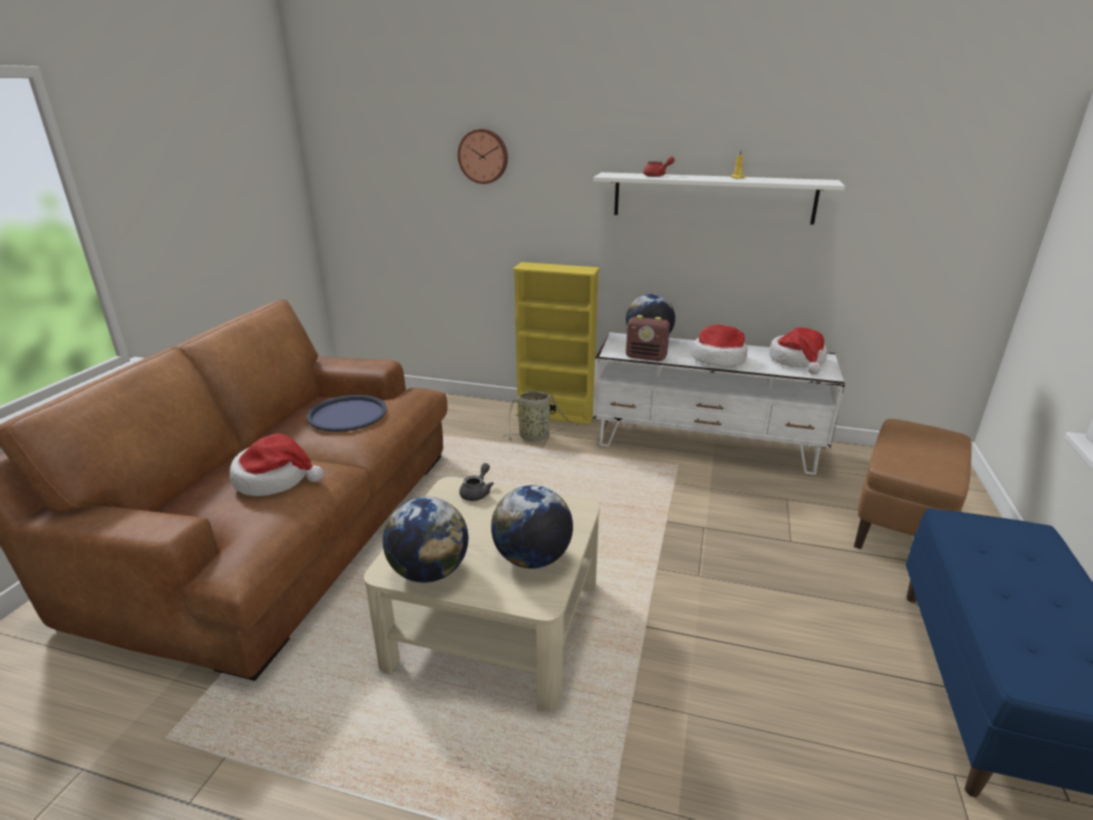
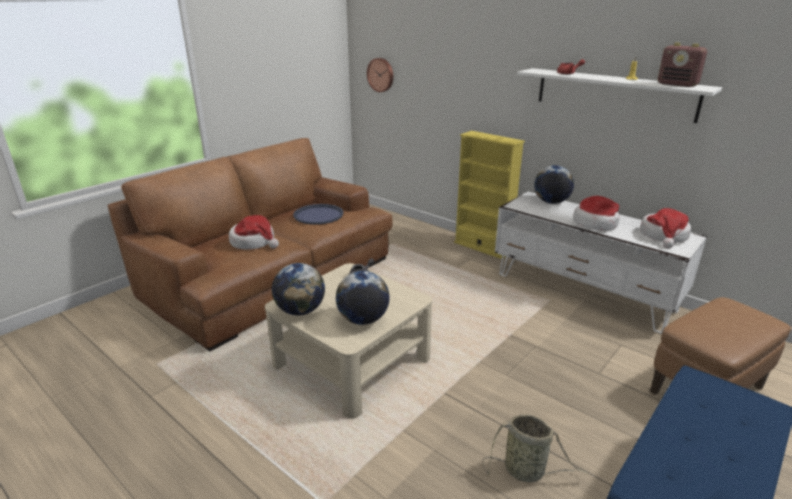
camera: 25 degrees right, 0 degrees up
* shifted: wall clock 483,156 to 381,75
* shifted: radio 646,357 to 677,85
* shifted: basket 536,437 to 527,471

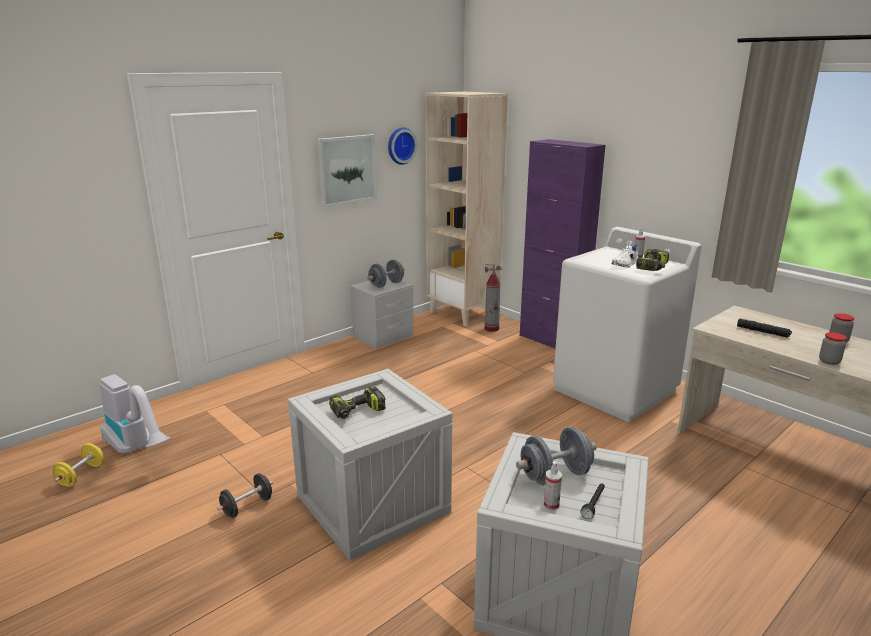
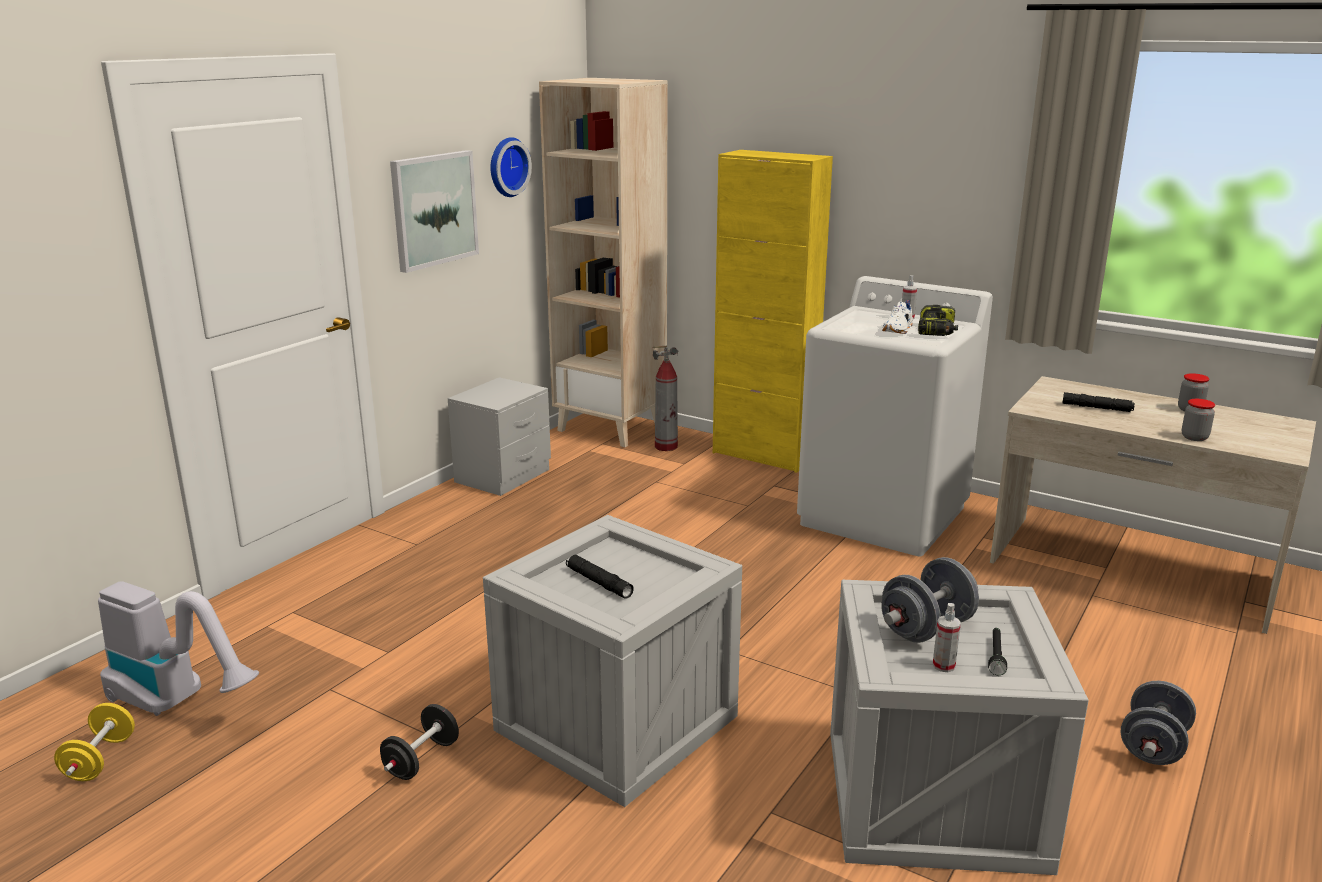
camera: 15 degrees left, 0 degrees up
* repainted: purple cabinet 551,341 to yellow cabinet 763,456
* shifted: grey dumbbell 386,285 to 1153,746
* swapped: power drill 357,412 to black flashlight 599,582

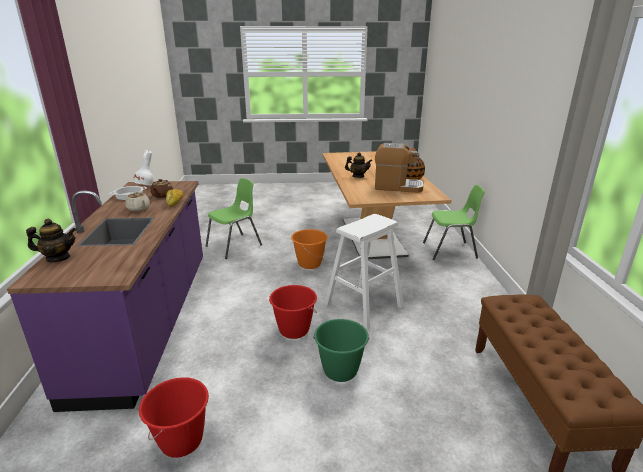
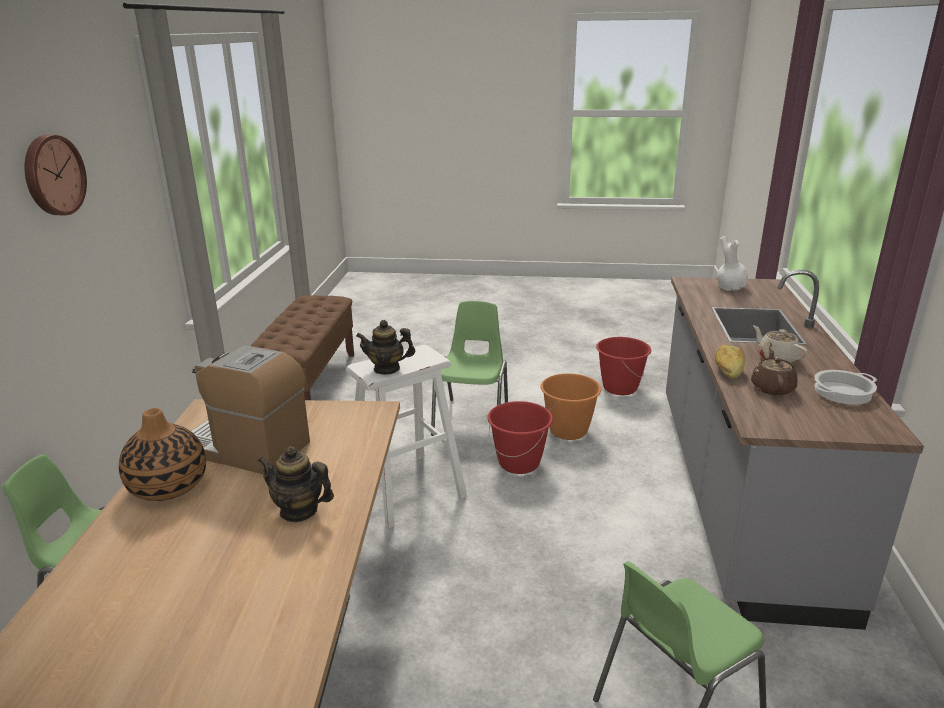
camera: 170 degrees left, 0 degrees up
* shifted: white vase 145,186 to 729,287
* repainted: purple counter 148,321 to grey counter 738,493
* shifted: teapot 58,258 to 387,369
* shifted: orange bucket 309,263 to 568,431
* swapped: green bucket 340,371 to green chair 473,419
* new: wall clock 52,175

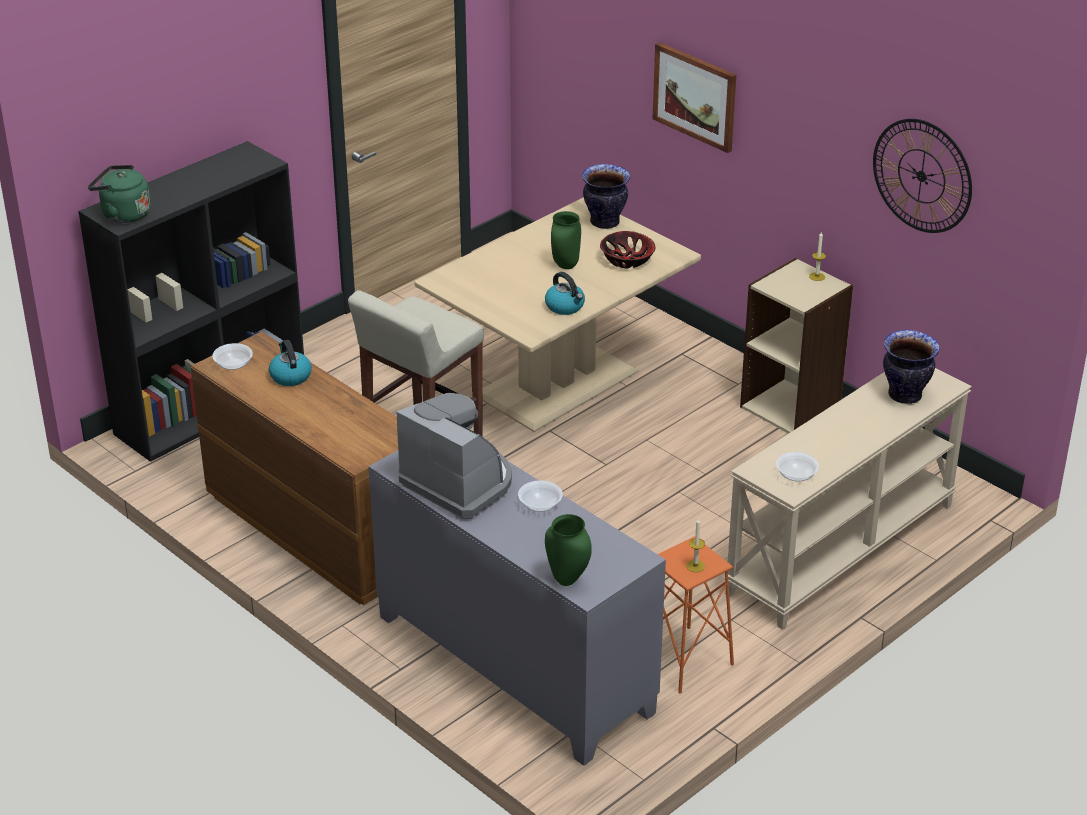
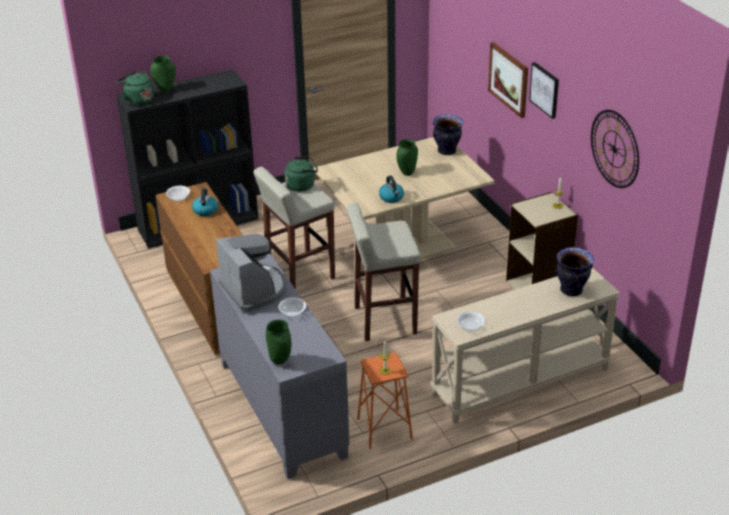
camera: 20 degrees right, 0 degrees up
* gone: bowl 627,260
* new: green vase 165,90
* new: picture 545,89
* new: green kettle 302,185
* new: beige stool 384,320

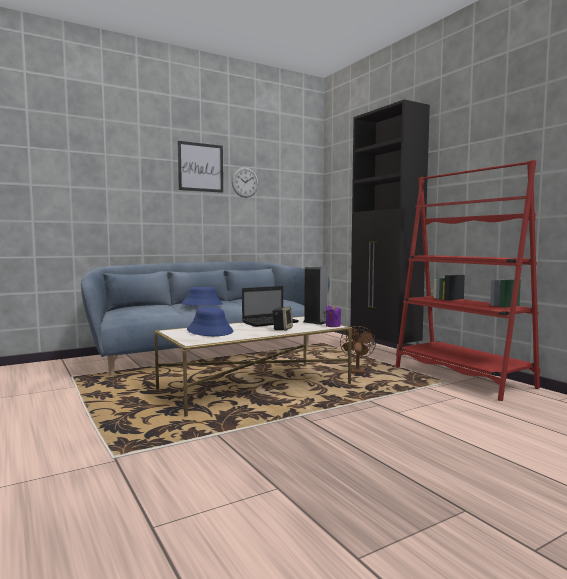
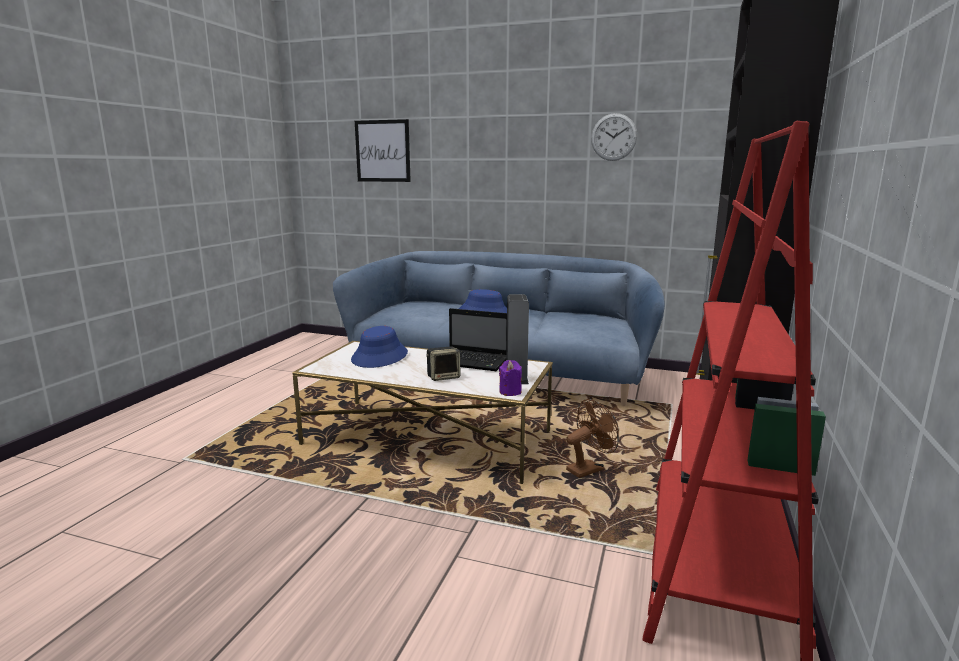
camera: 50 degrees right, 10 degrees up
* shifted: picture 200,167 to 382,151

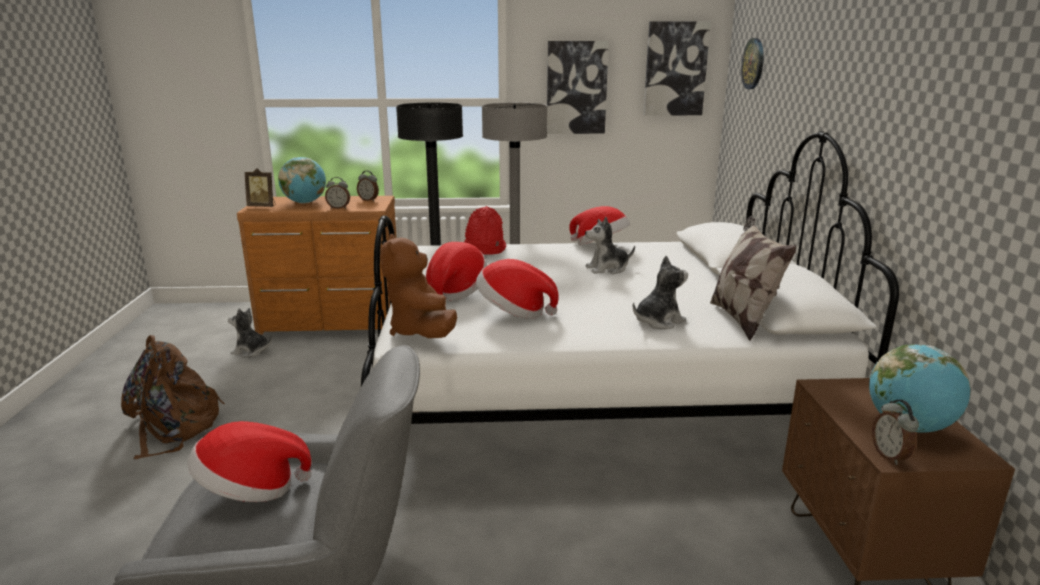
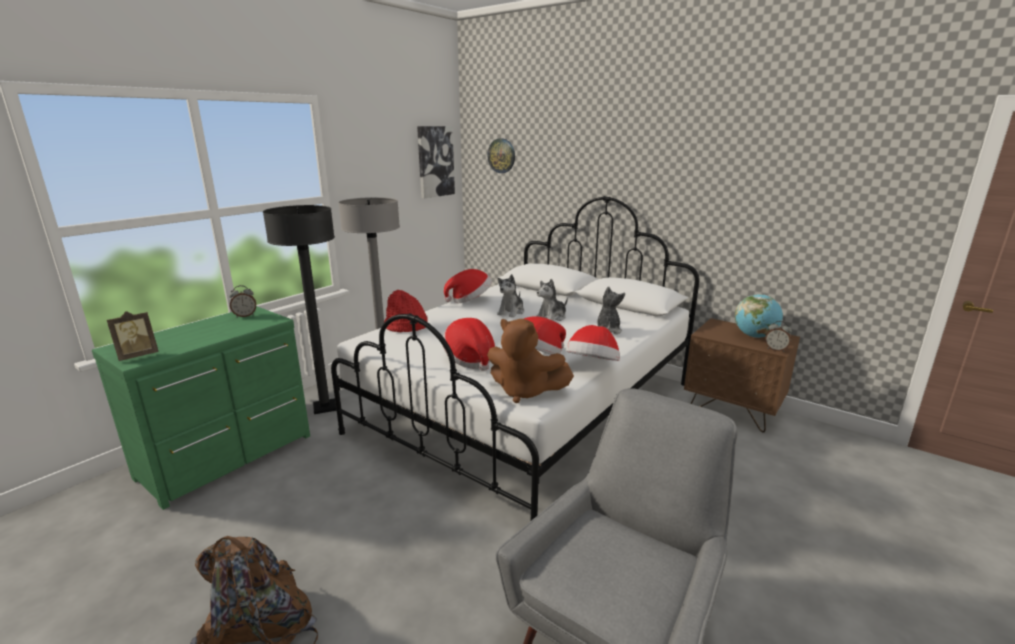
camera: 50 degrees left, 0 degrees up
* gone: picture 576,87
* gone: globe 305,202
* gone: alarm clock 339,208
* repainted: brown dresser 332,323 to green dresser 230,457
* gone: pillow 742,319
* shifted: plush toy 251,351 to 552,317
* shifted: hat 251,490 to 592,366

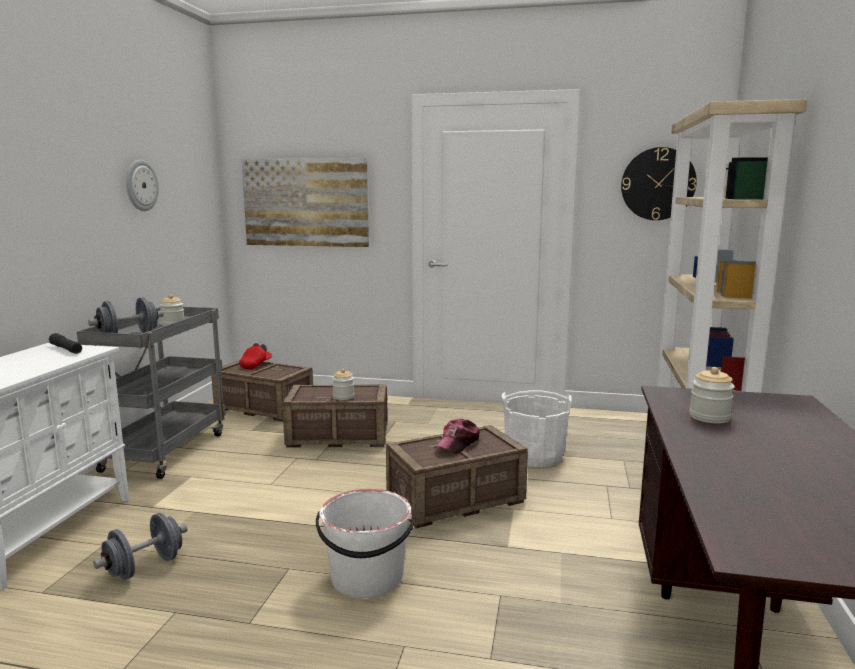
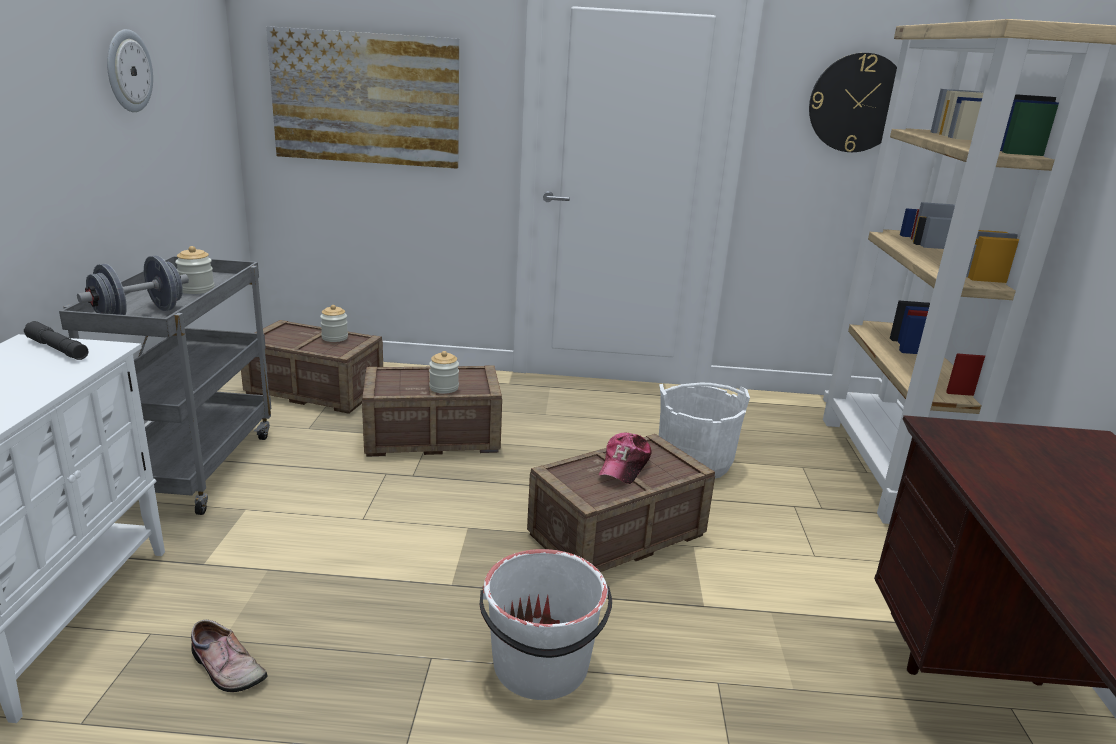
camera: 10 degrees left, 10 degrees up
* gone: red cap 256,365
* shifted: jar 709,417 to 335,338
* swapped: grey dumbbell 145,567 to shoe 225,668

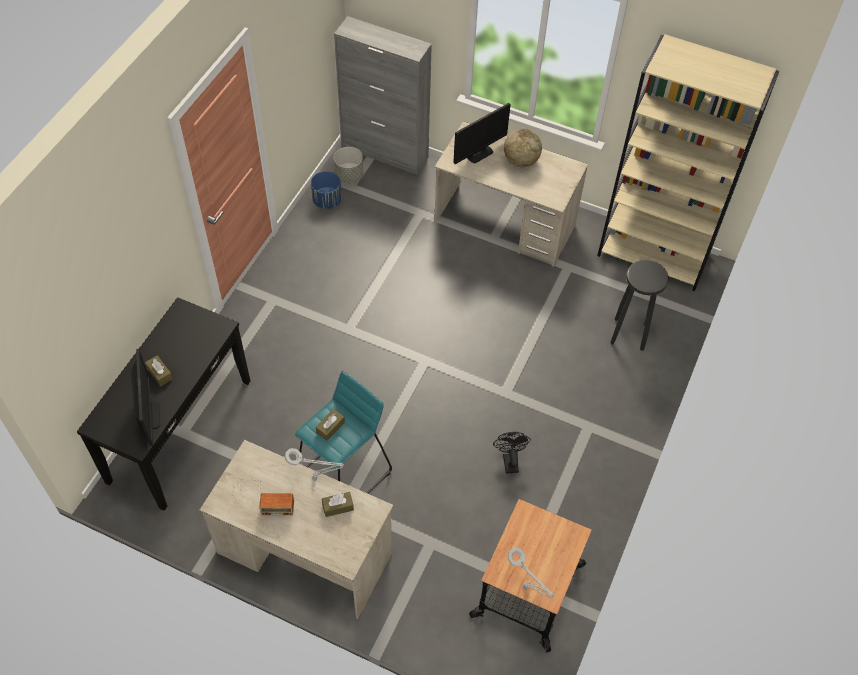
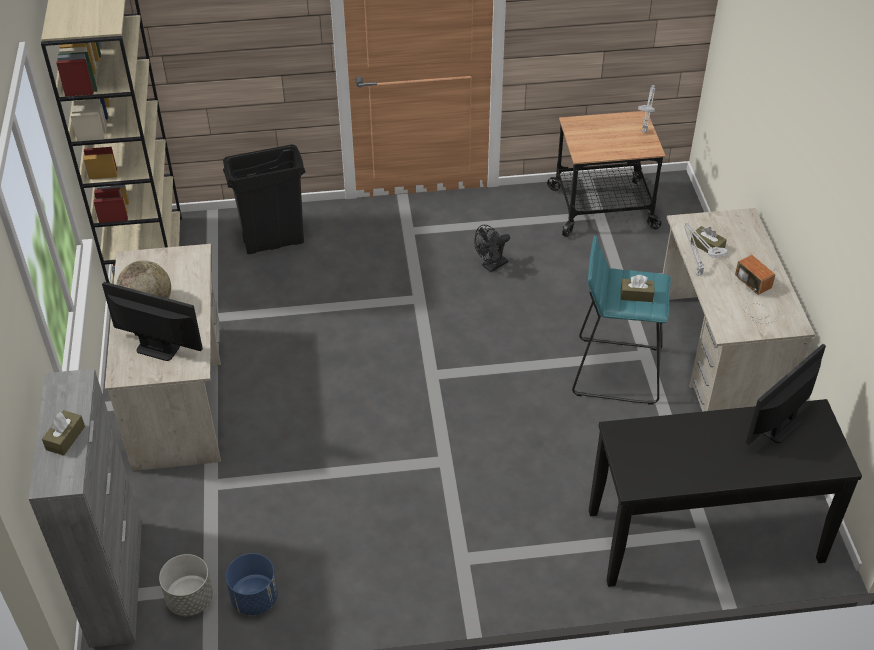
camera: 120 degrees left, 10 degrees down
* swapped: black stool 629,333 to black trash can 273,242
* shifted: brown tissue box 160,374 to 65,438

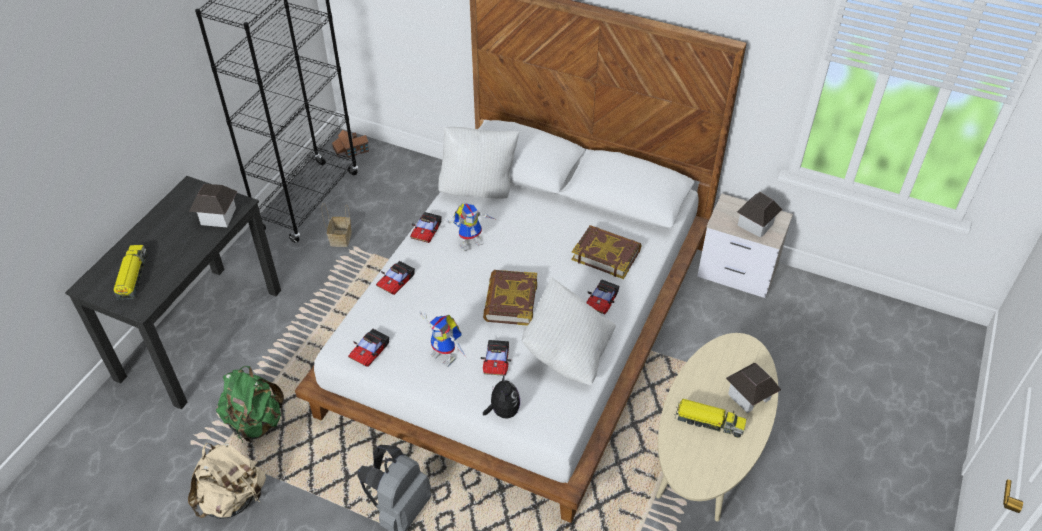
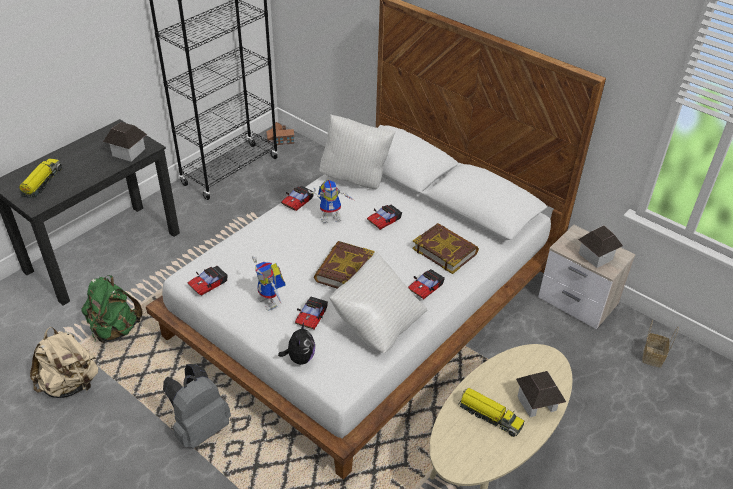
camera: 15 degrees right, 5 degrees down
* shifted: basket 340,237 to 652,356
* shifted: toy car 396,281 to 384,220

